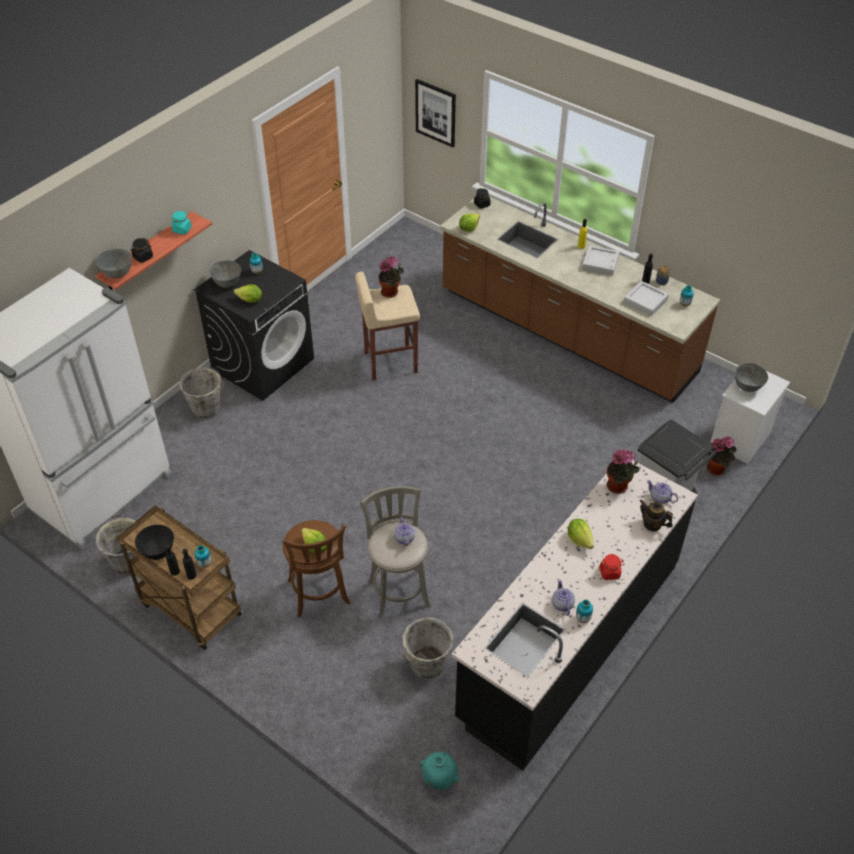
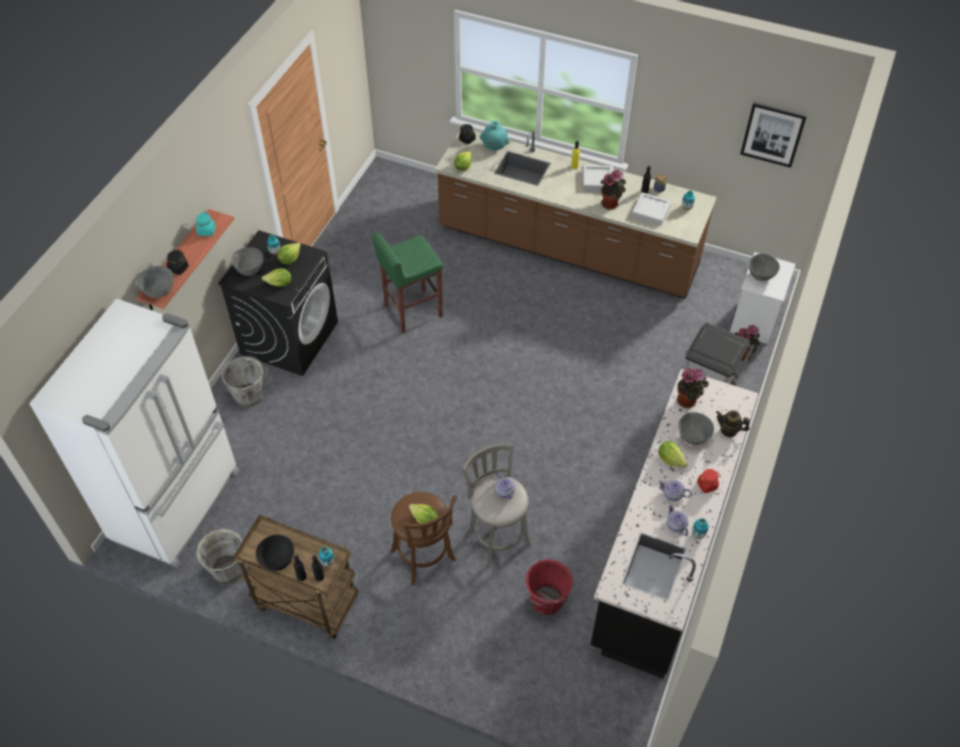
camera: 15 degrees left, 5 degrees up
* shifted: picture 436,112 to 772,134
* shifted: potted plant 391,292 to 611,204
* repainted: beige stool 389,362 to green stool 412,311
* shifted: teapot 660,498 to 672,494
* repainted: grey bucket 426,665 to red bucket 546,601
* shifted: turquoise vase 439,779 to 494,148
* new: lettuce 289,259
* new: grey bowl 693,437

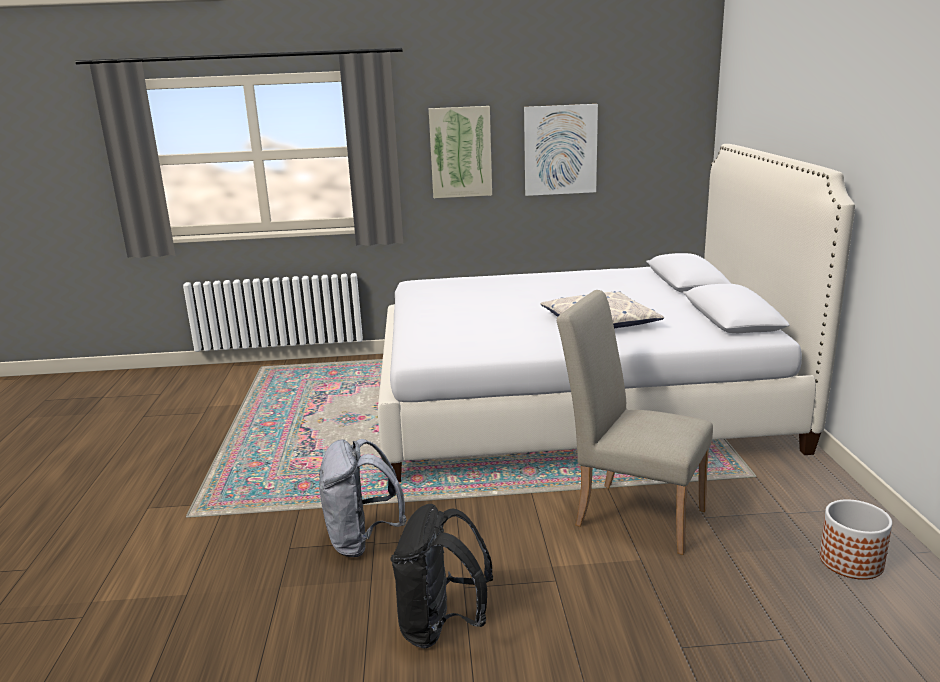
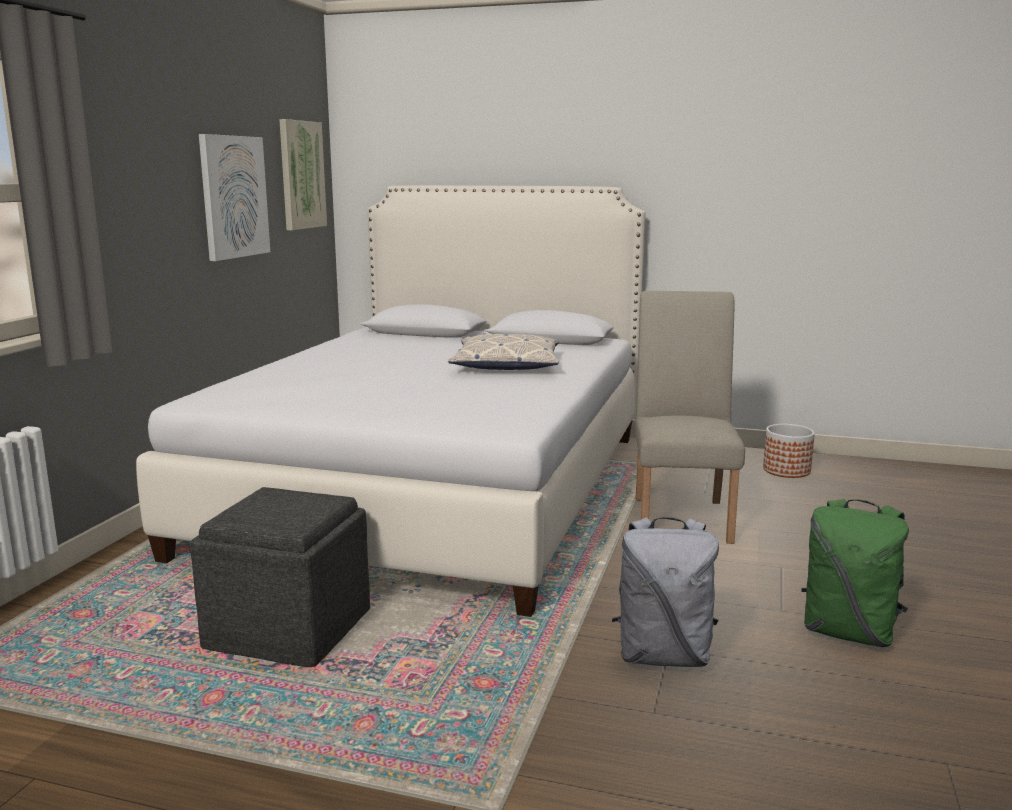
camera: 70 degrees left, 5 degrees down
* shifted: picture 460,152 to 301,175
* rotated: beige chair 631,513 = 682,515 135 degrees clockwise
* repainted: black backpack 441,627 to green backpack 849,633
* new: grey ottoman 291,628

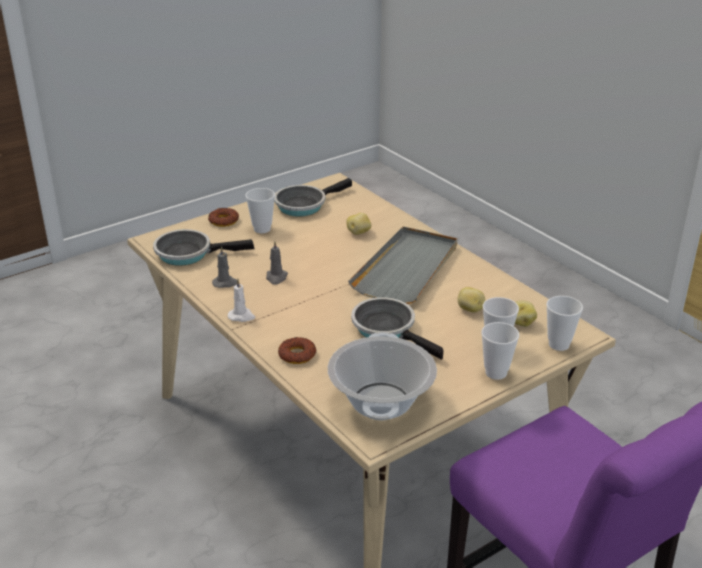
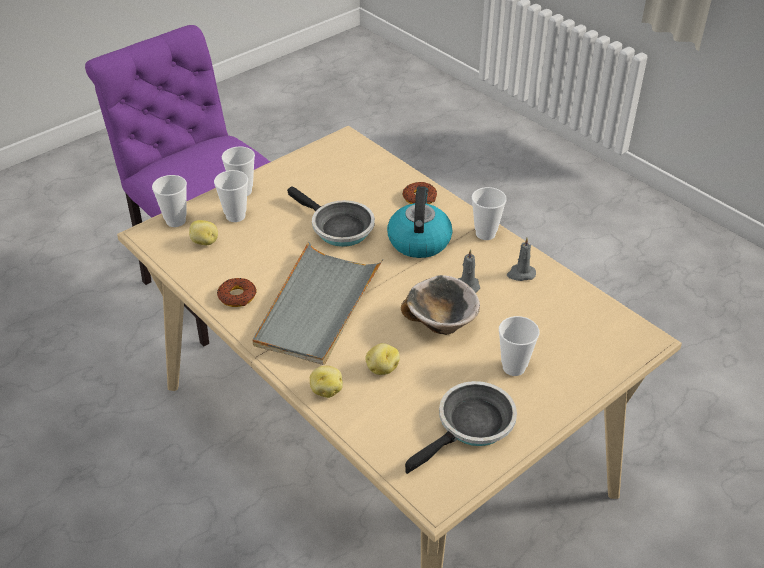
camera: 175 degrees right, 10 degrees up
* shifted: donut 223,221 to 237,296
* gone: frying pan 188,253
* swapped: white candle 242,316 to cup 485,234
* shifted: potato 470,309 to 326,390
* gone: cooking pot 380,401
* new: kettle 419,240
* new: bowl 442,323

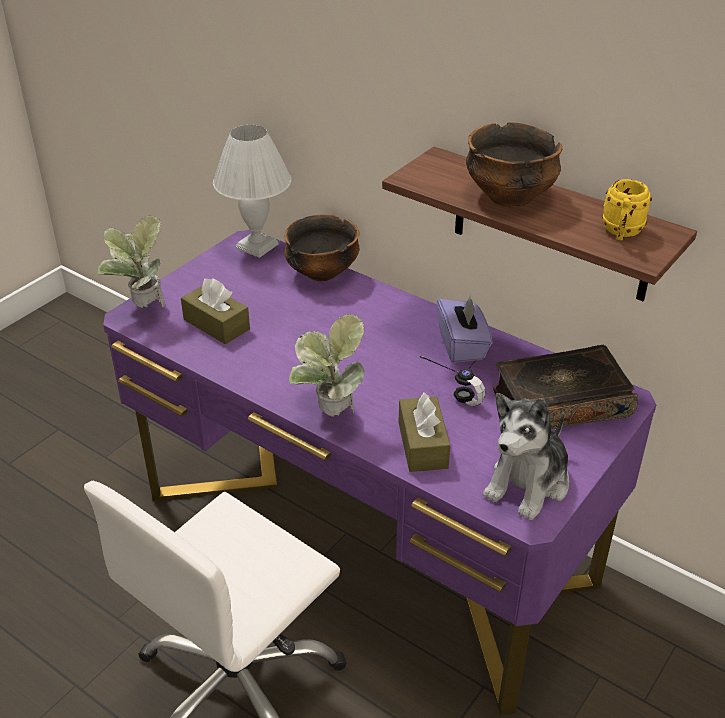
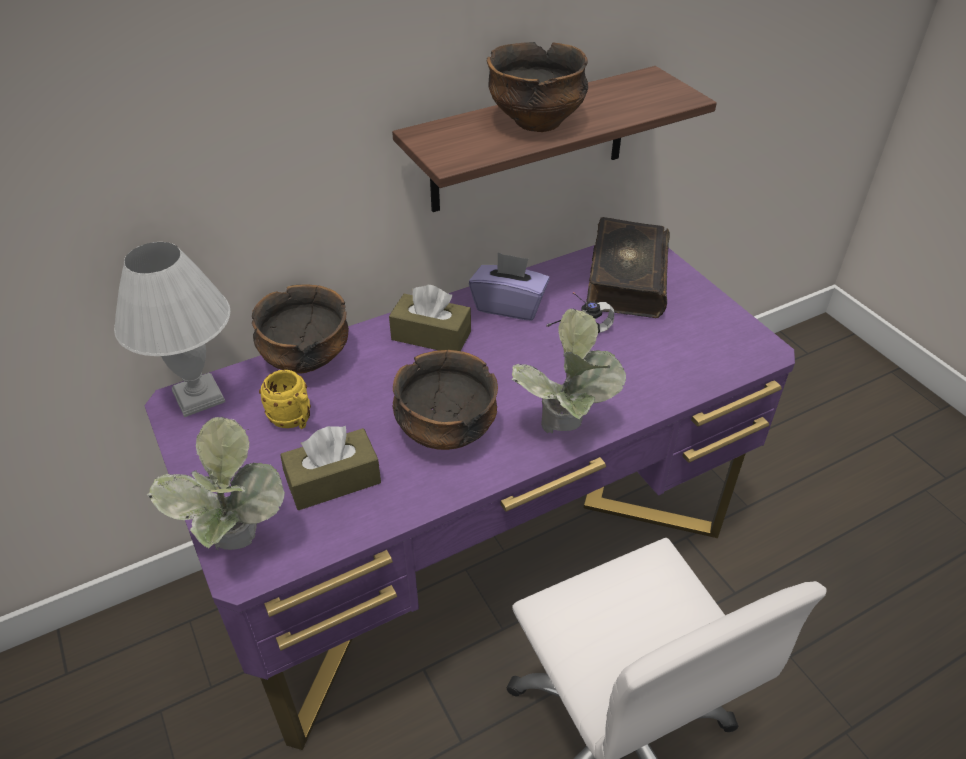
camera: 65 degrees left, 5 degrees up
* shifted: yellow mug 621,233 to 294,421
* shifted: brown tissue box 422,445 to 431,335
* gone: plush toy 528,483
* new: bowl 445,432

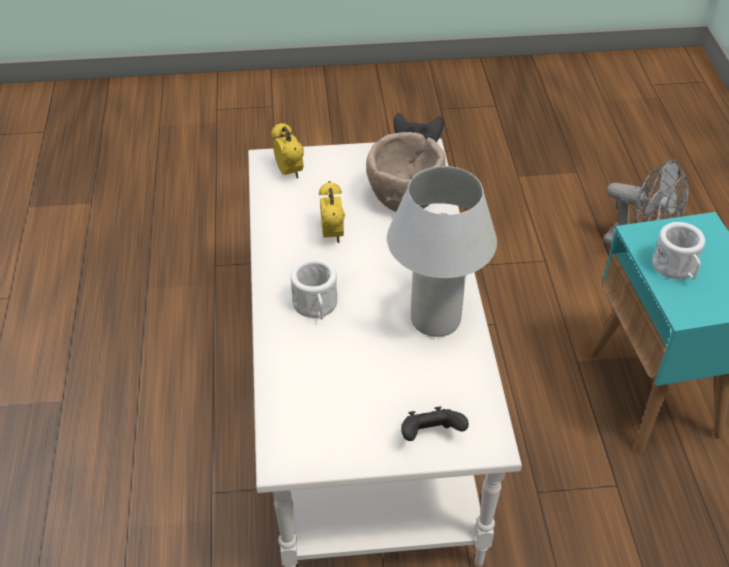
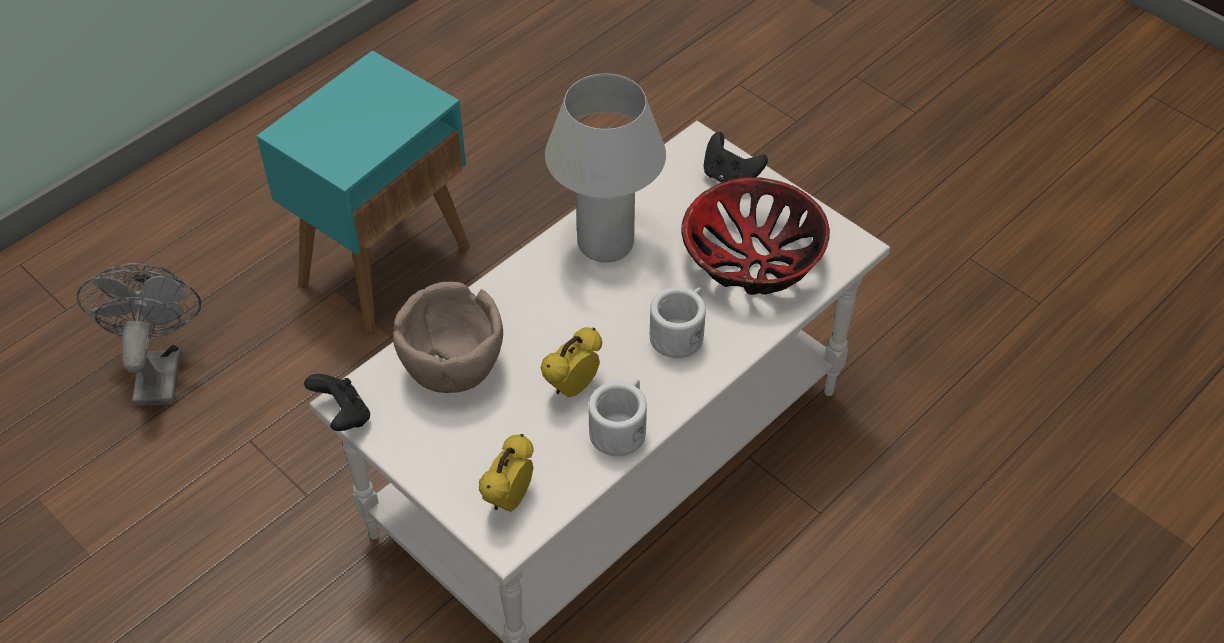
camera: 130 degrees left, 5 degrees up
* shifted: white mug 676,268 to 621,429
* new: bowl 751,260

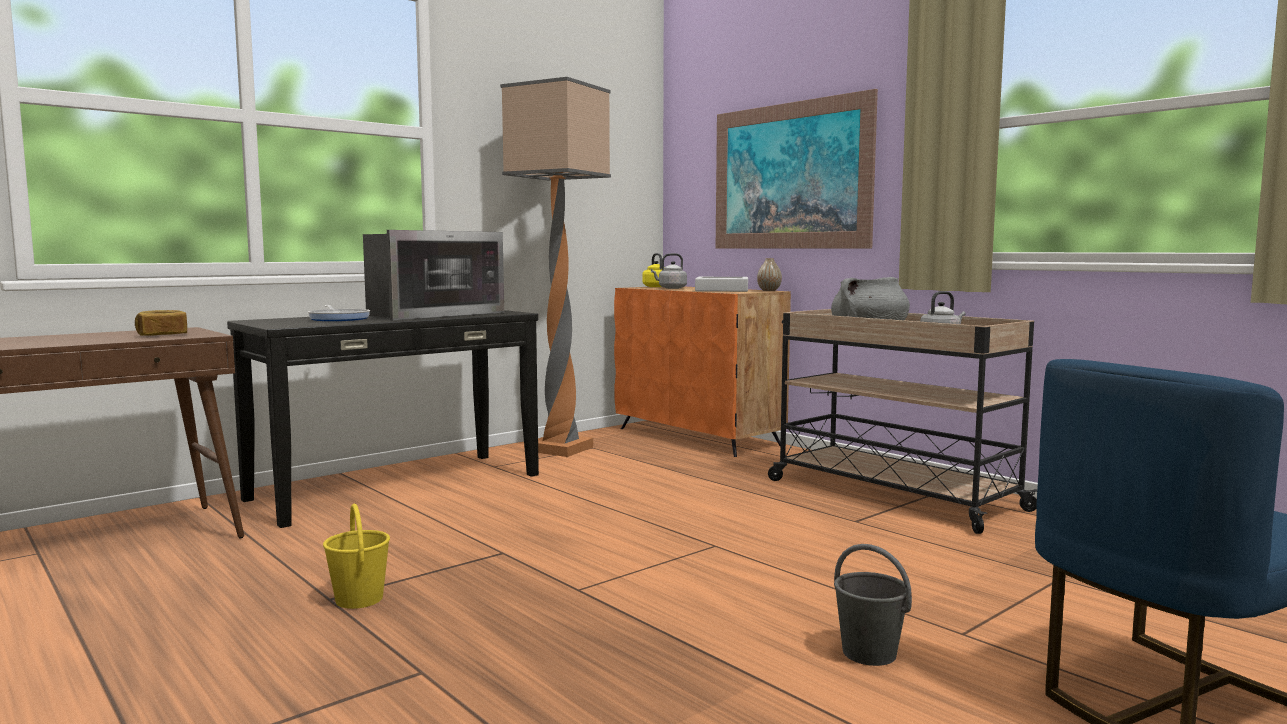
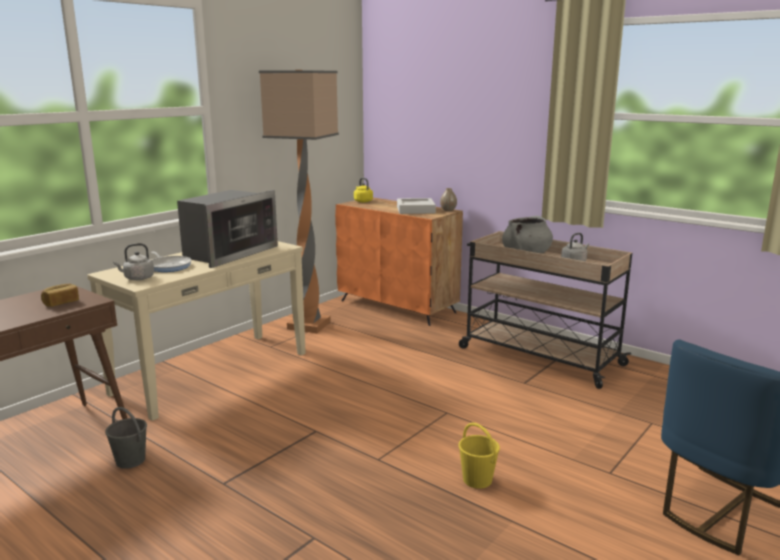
camera: 10 degrees left, 10 degrees up
* gone: picture 790,176
* shifted: grey kettle 671,288 to 137,278
* repainted: black console table 397,487 to beige console table 212,372
* shifted: yellow bucket 359,599 to 477,479
* shifted: grey bucket 868,653 to 130,460

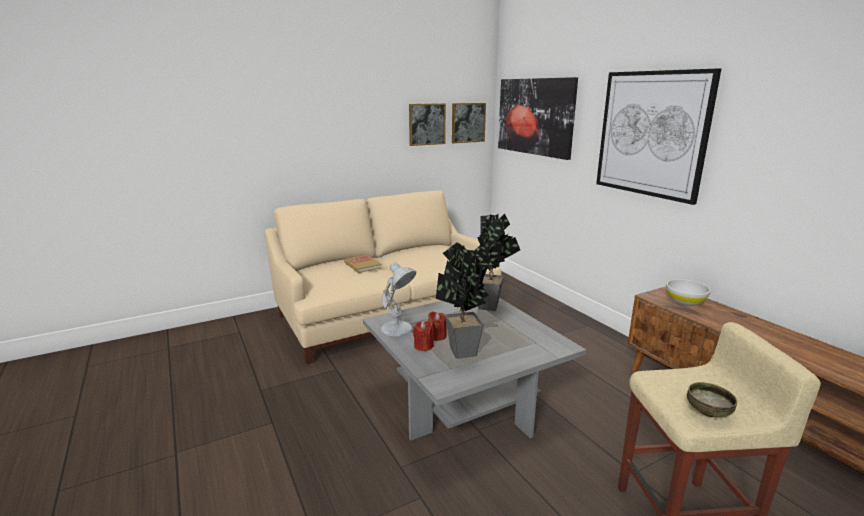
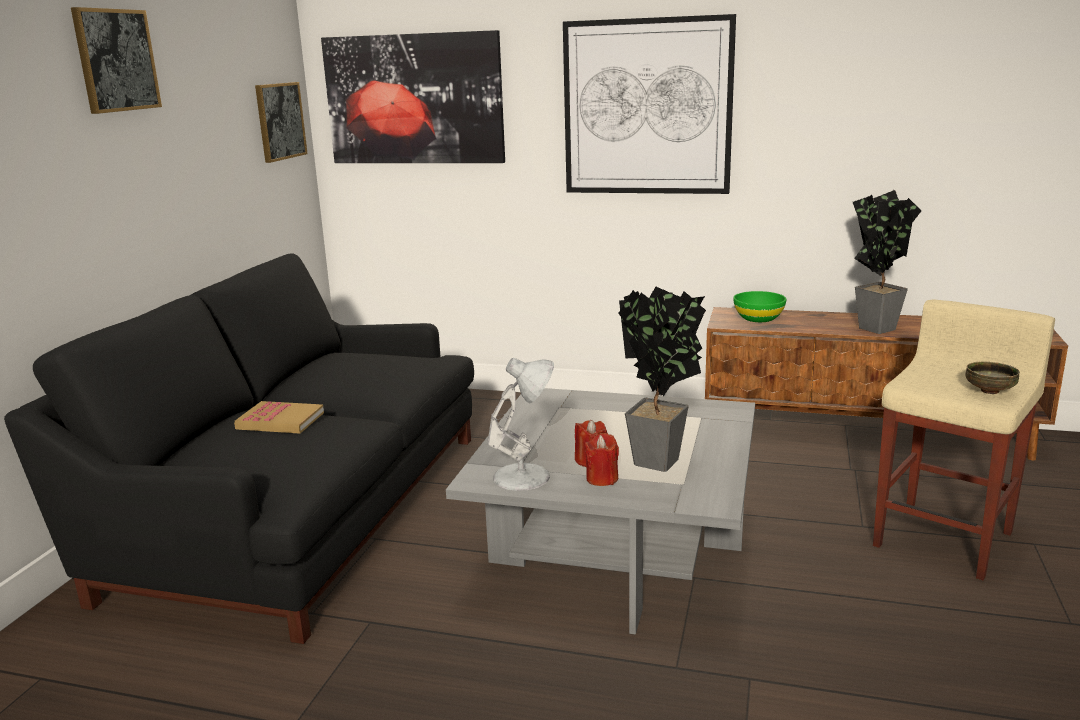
camera: 45 degrees left, 0 degrees up
* shifted: picture 427,124 to 116,60
* repainted: beige sofa 385,312 to black sofa 298,509
* shifted: potted plant 491,305 to 874,326
* repainted: white bowl 685,301 to green bowl 758,318

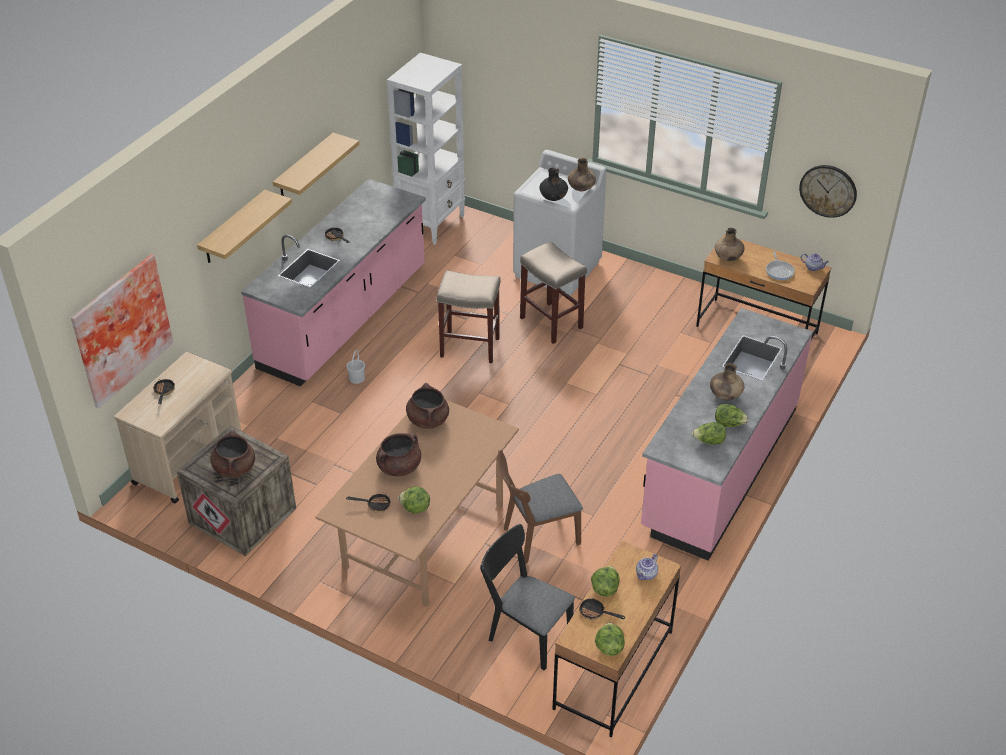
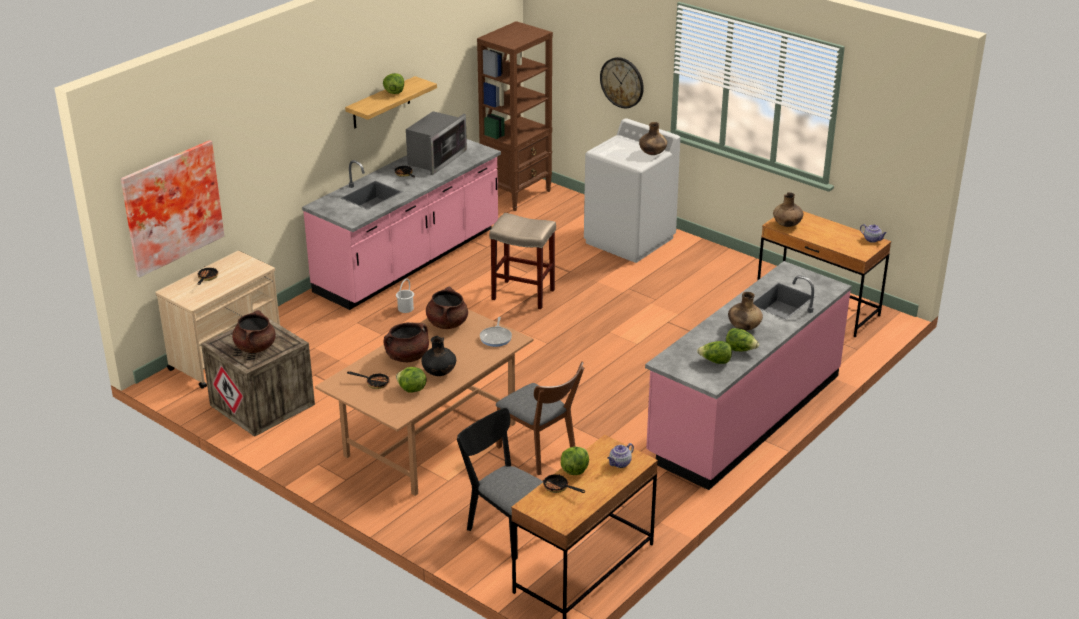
camera: 10 degrees right, 10 degrees down
* repainted: white bookcase 431,223 to brown bookcase 517,194
* shifted: wall clock 828,190 to 622,82
* shifted: black vase 553,198 to 439,373
* gone: shelf 233,228
* gone: beige stool 550,322
* shifted: frying pan 779,271 to 496,337
* rotated: brown chair 536,538 = 540,453 120 degrees counterclockwise
* shifted: lettuce 609,647 to 394,92
* new: microwave 435,159

